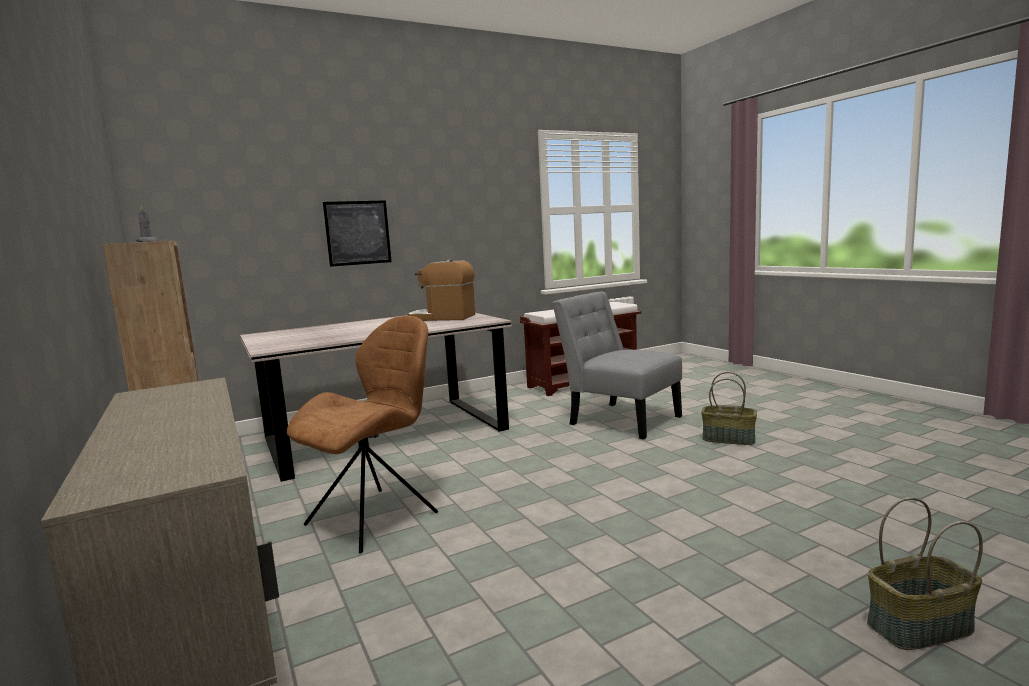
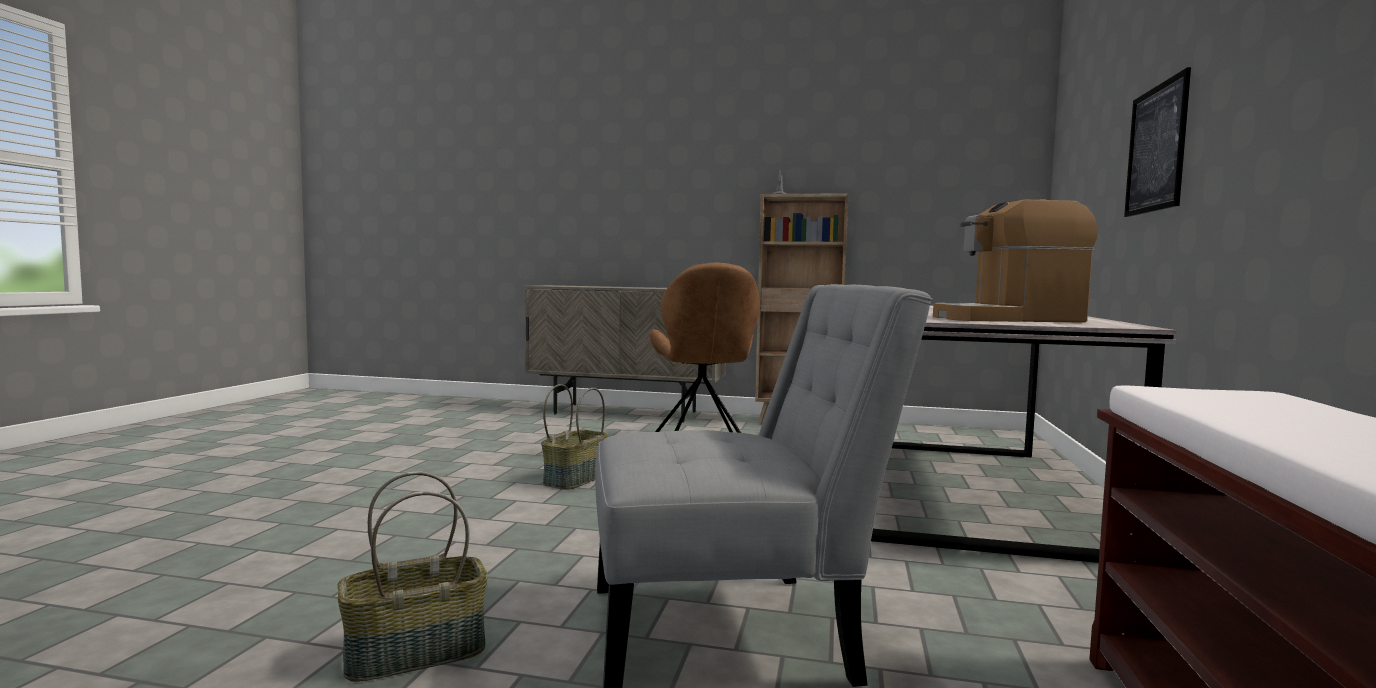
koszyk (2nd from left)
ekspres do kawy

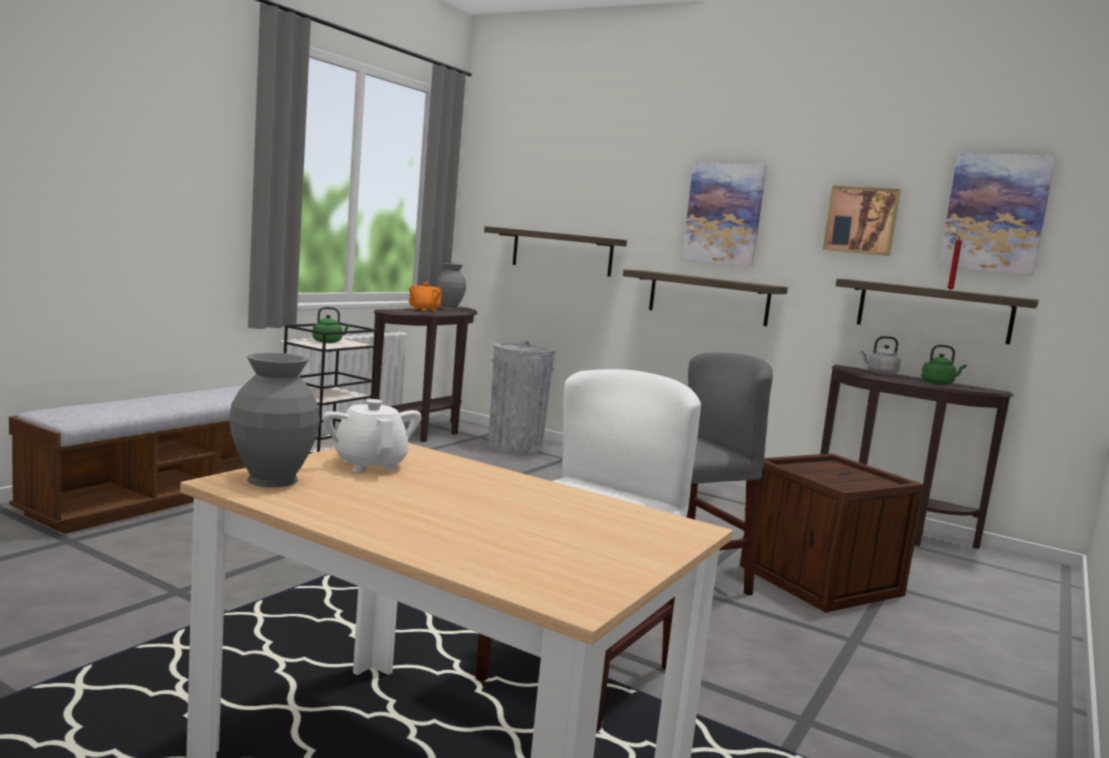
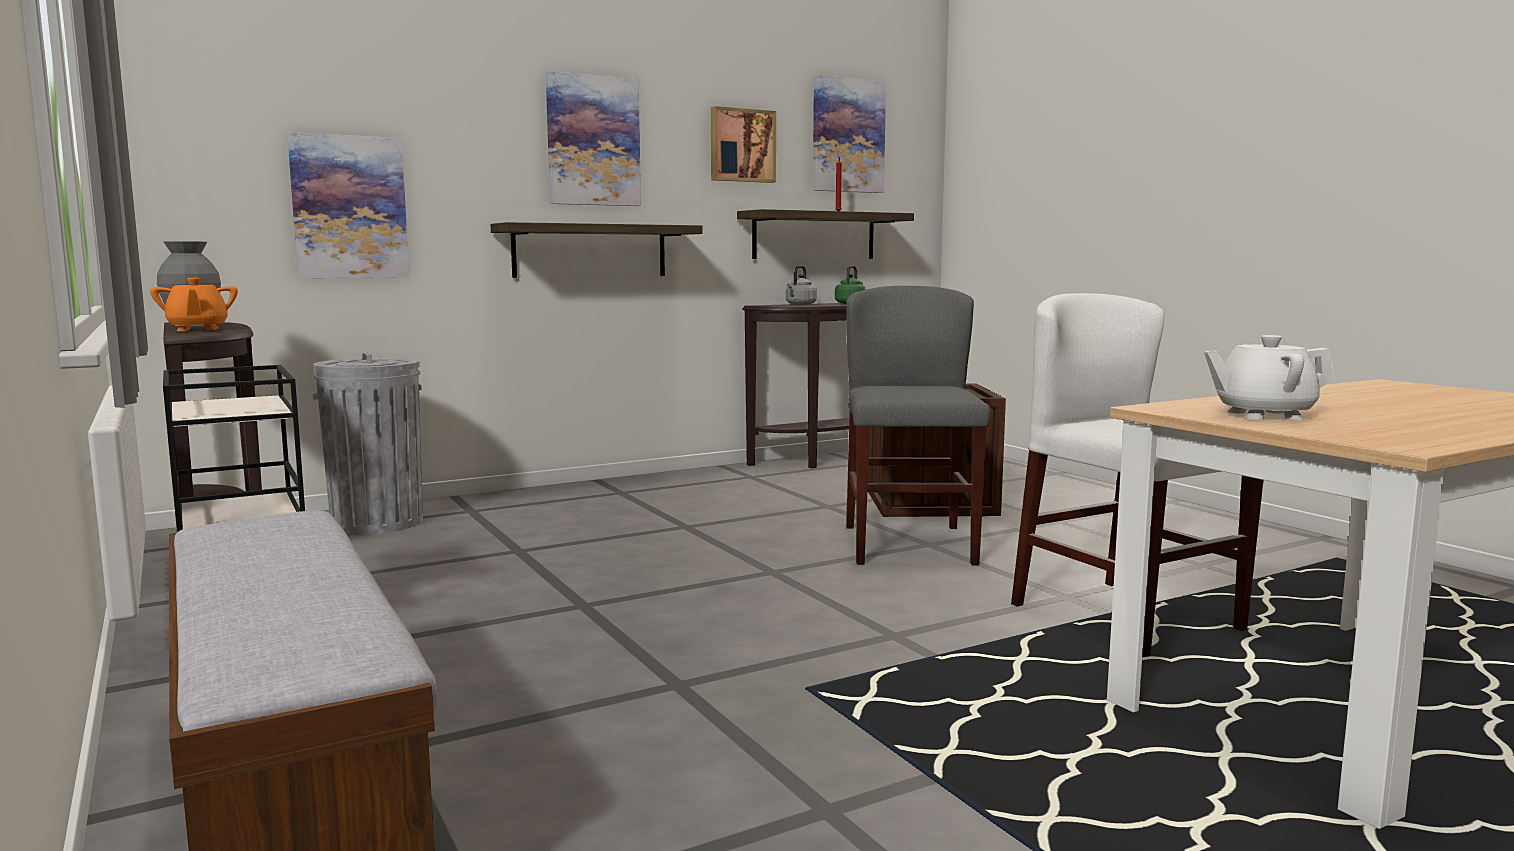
obraz (1st from left)
wazon (szary) (1st from left in the first image)
czajnik (zielony) (1st from left in the first image)

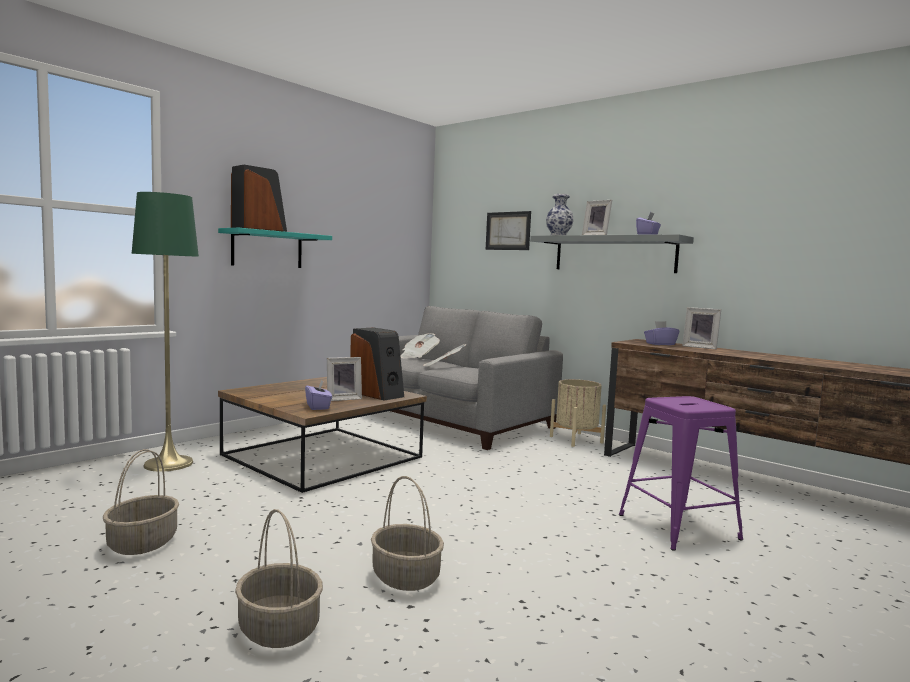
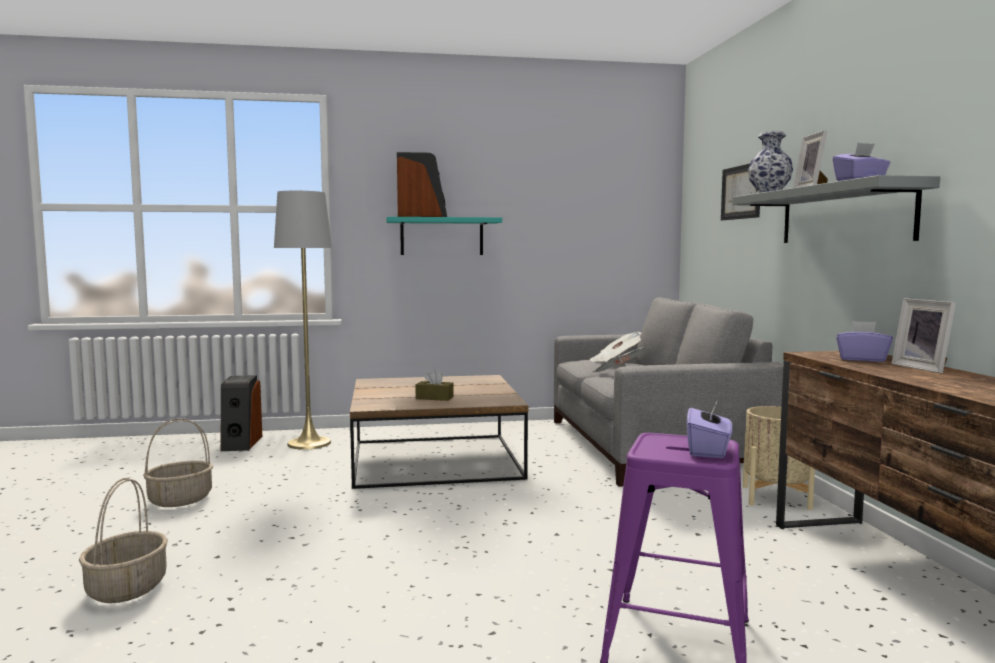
głośnik (1st from left)
lampa stojąca (szary)
pudełko chusteczek (brązowy)
pudełko chusteczek (fioletowy) (1st from left)
koszyk (3rd from left in the first image)

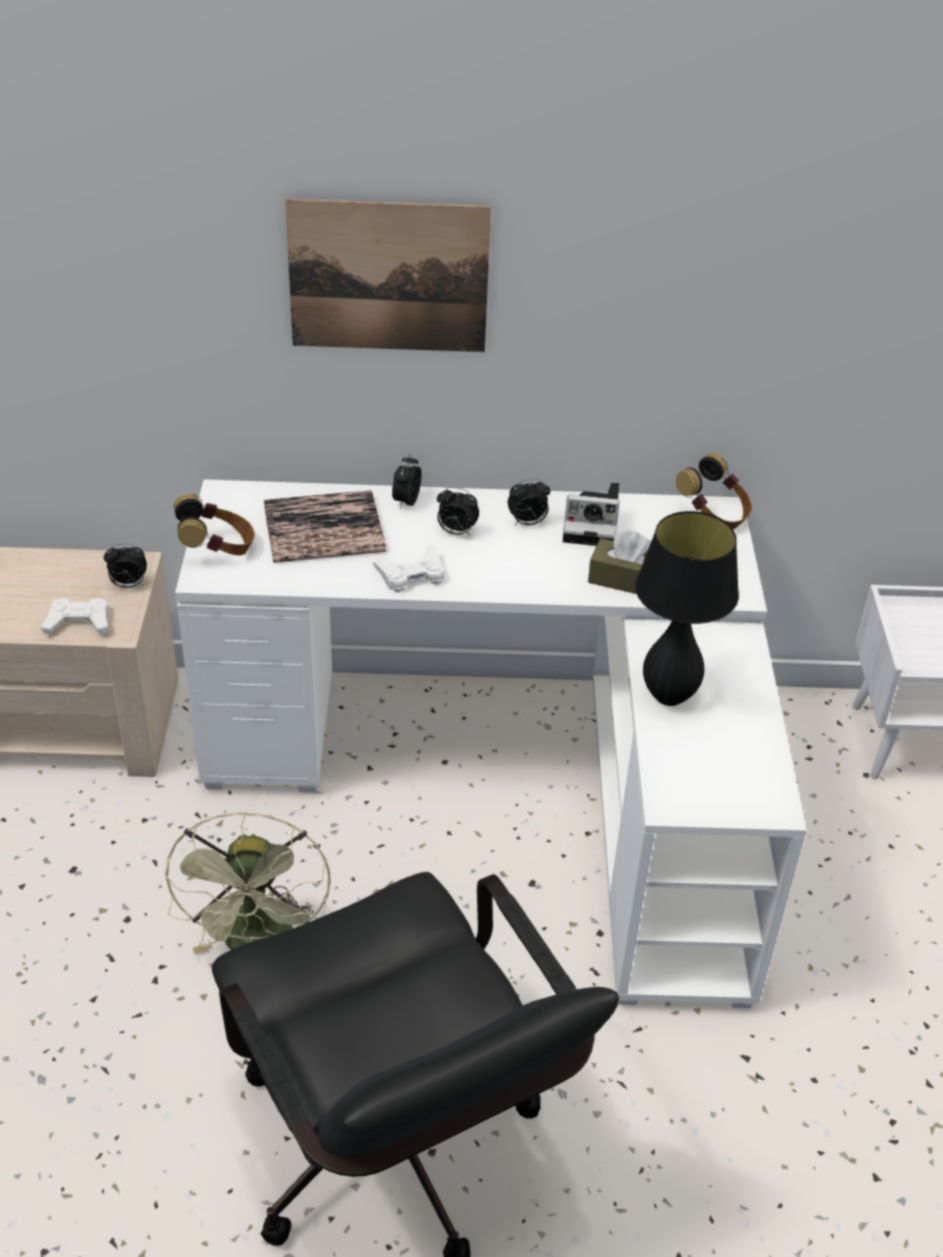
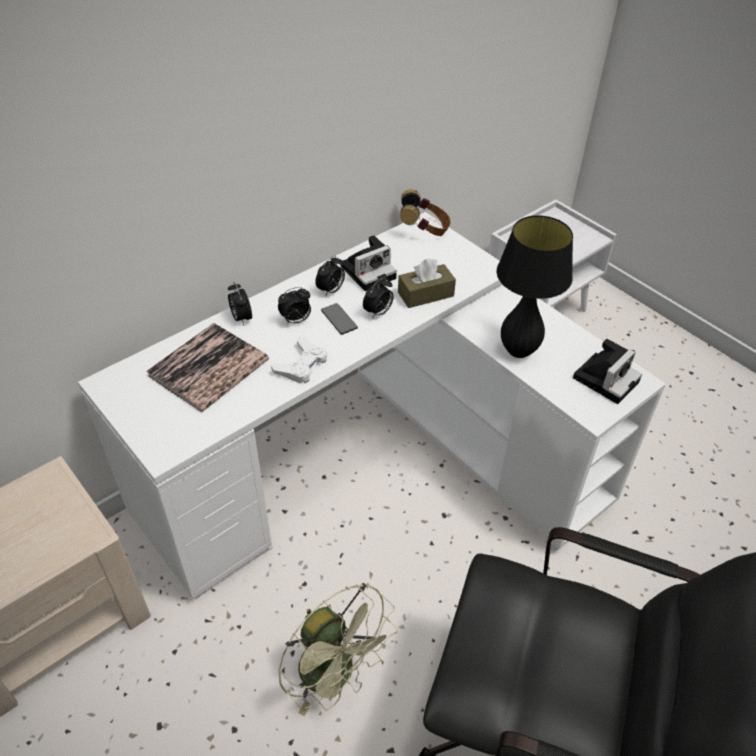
telefon
budzik (4th from left)
aparat fotograficzny (2nd from left)
pad do gier (biały) (1st from left in the first image)
słuchawki (1st from left in the first image)
obraz

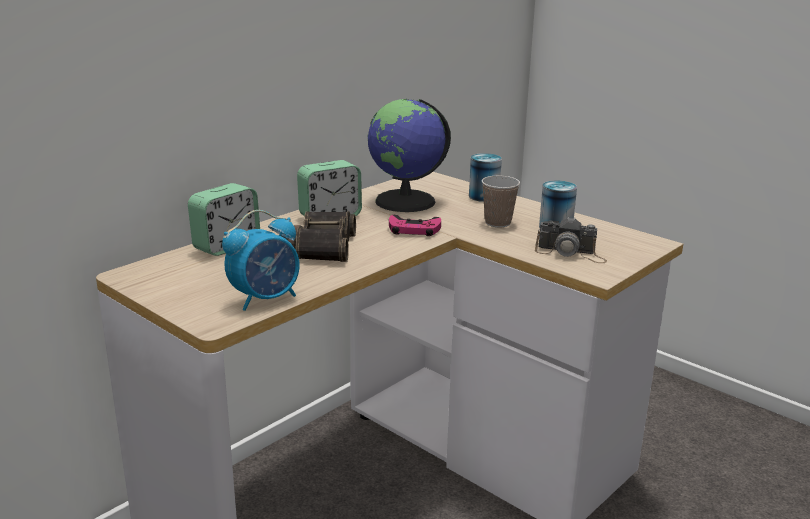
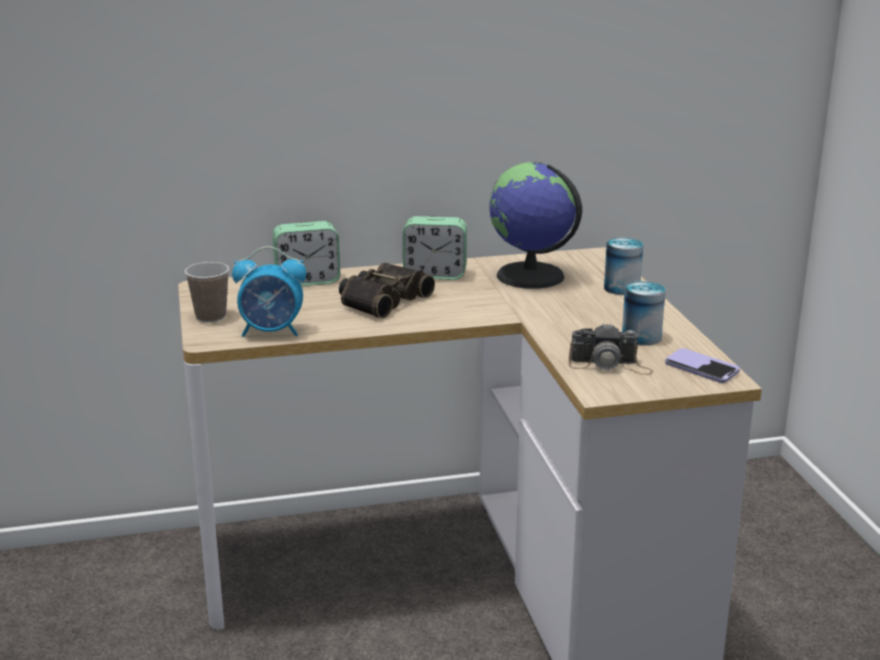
filiżanka
aparat fotograficzny
telefon
pad do gier (różowy)

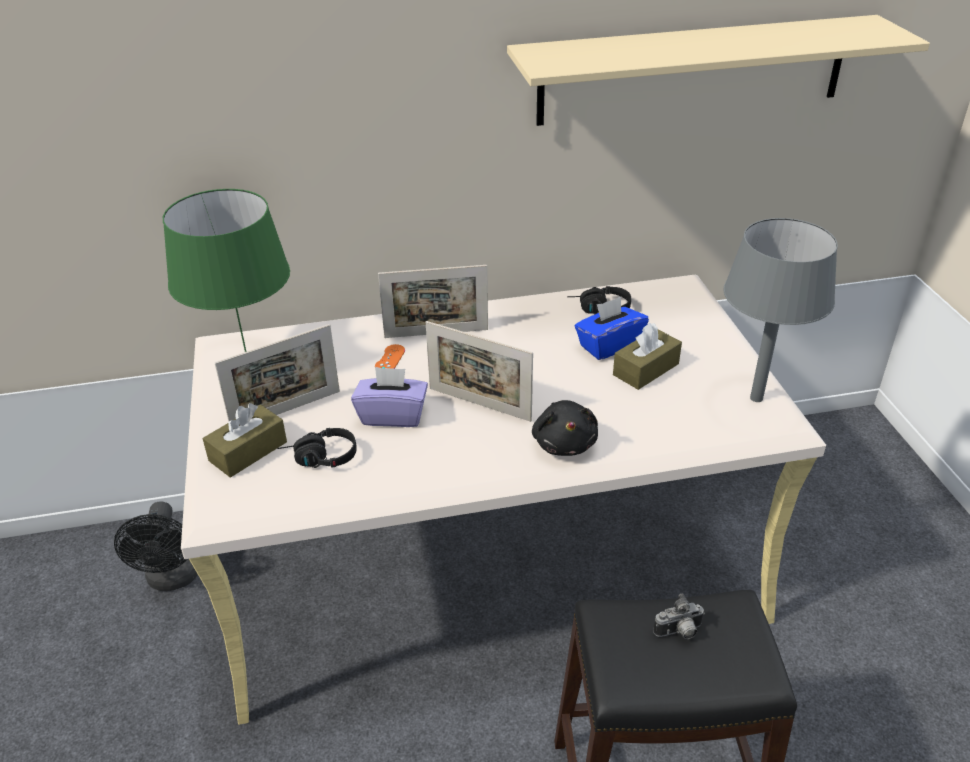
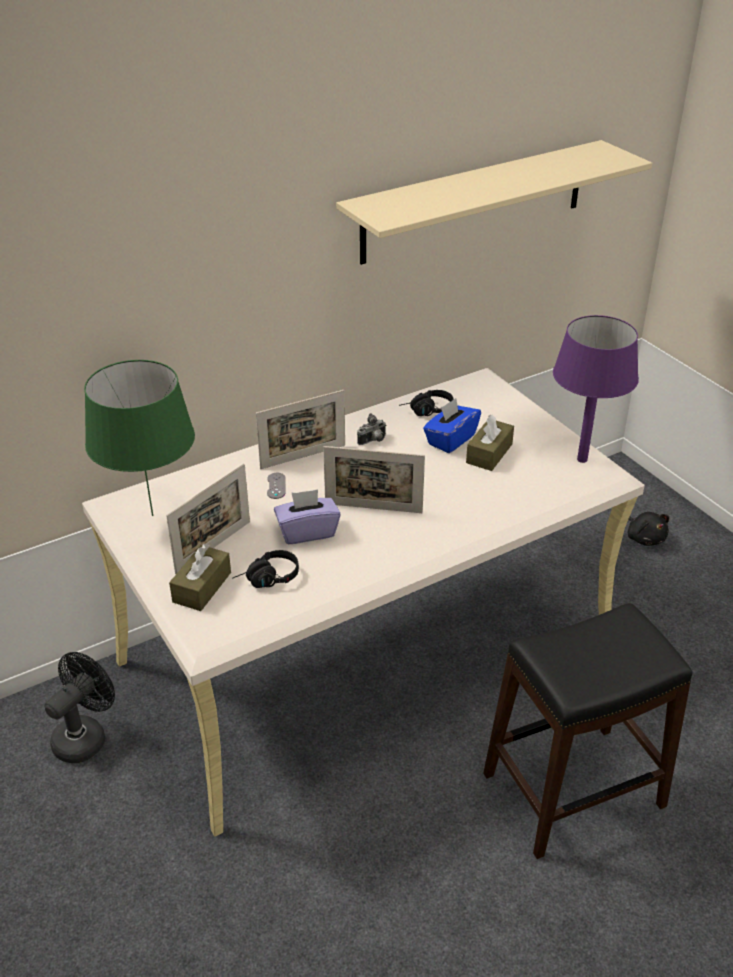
wentylator (czarny)
pad do gier (szary)
aparat fotograficzny
lampa stołowa (fioletowy)
pluszak (czarny)

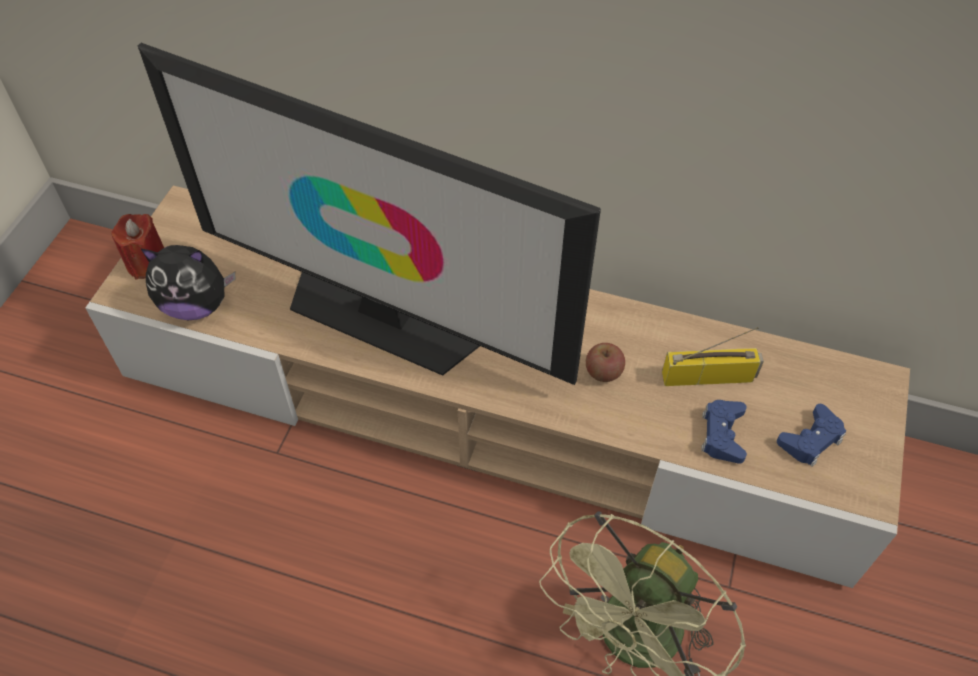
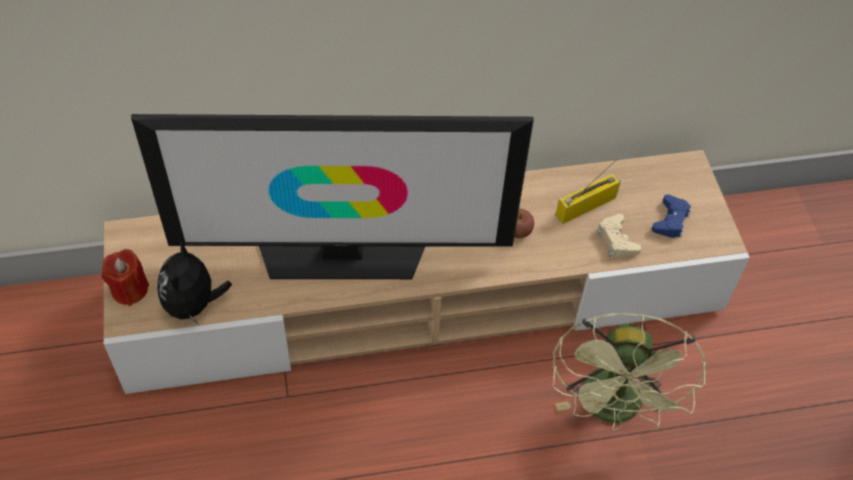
pluszak
pad do gier (beżowy)

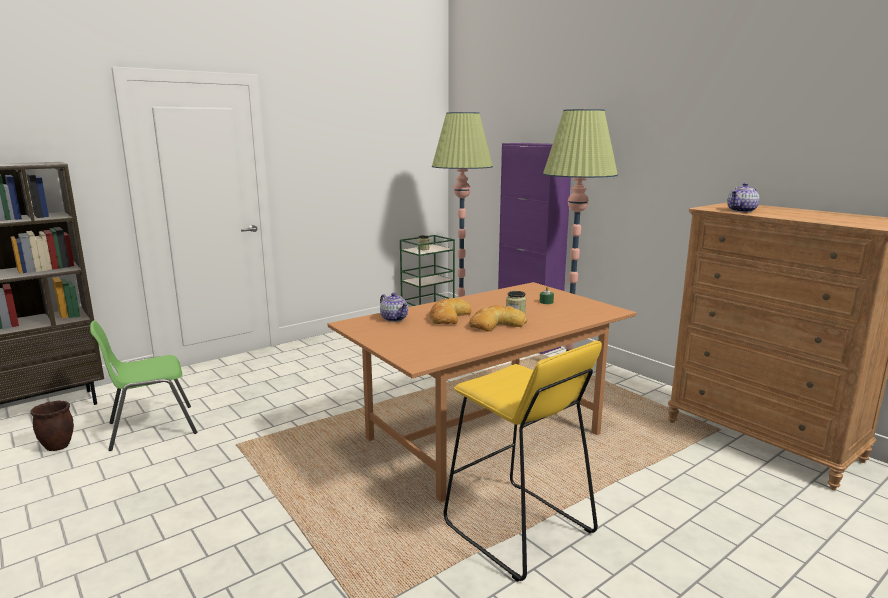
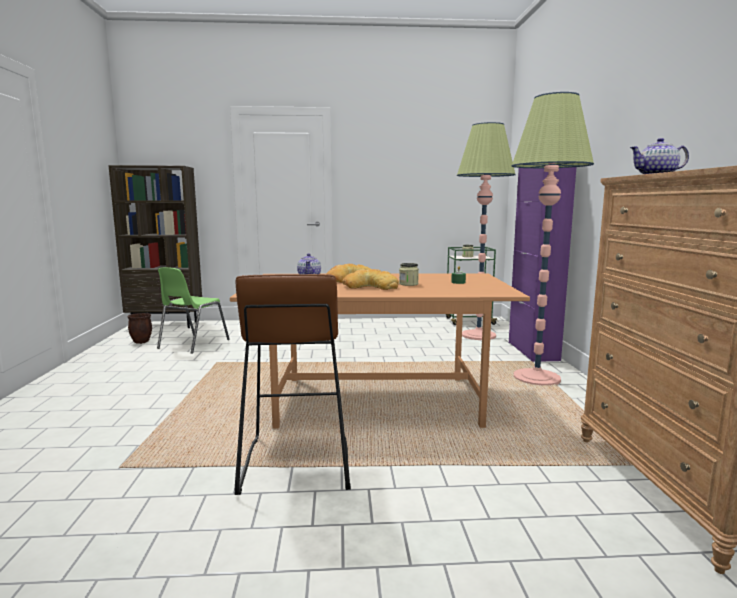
krzesło (zielony)
stołek (brązowy)

